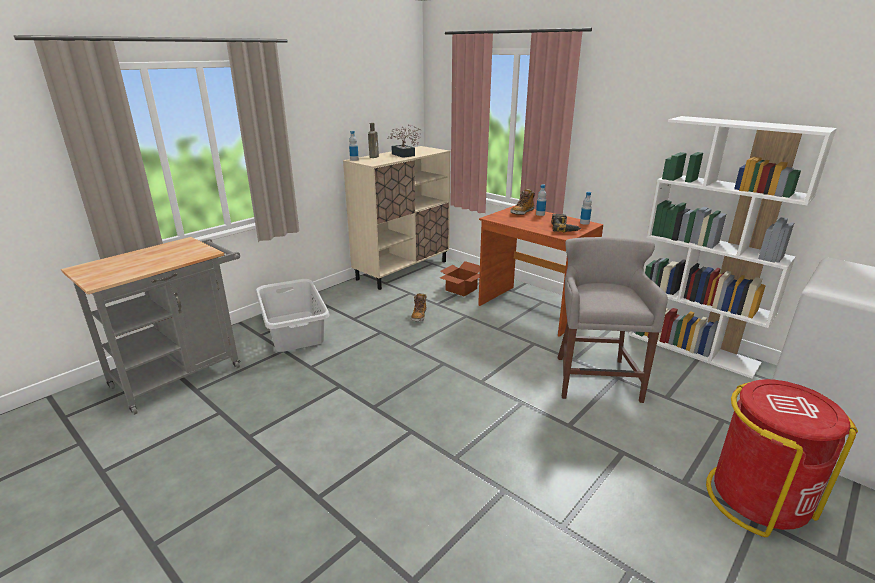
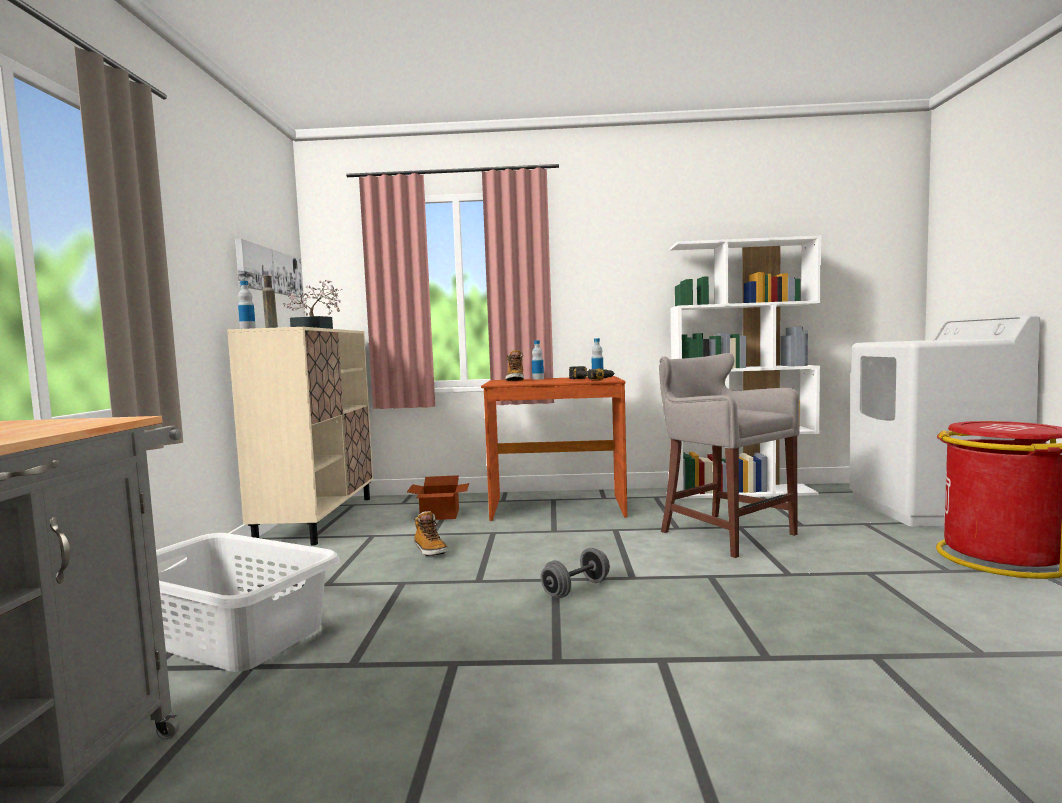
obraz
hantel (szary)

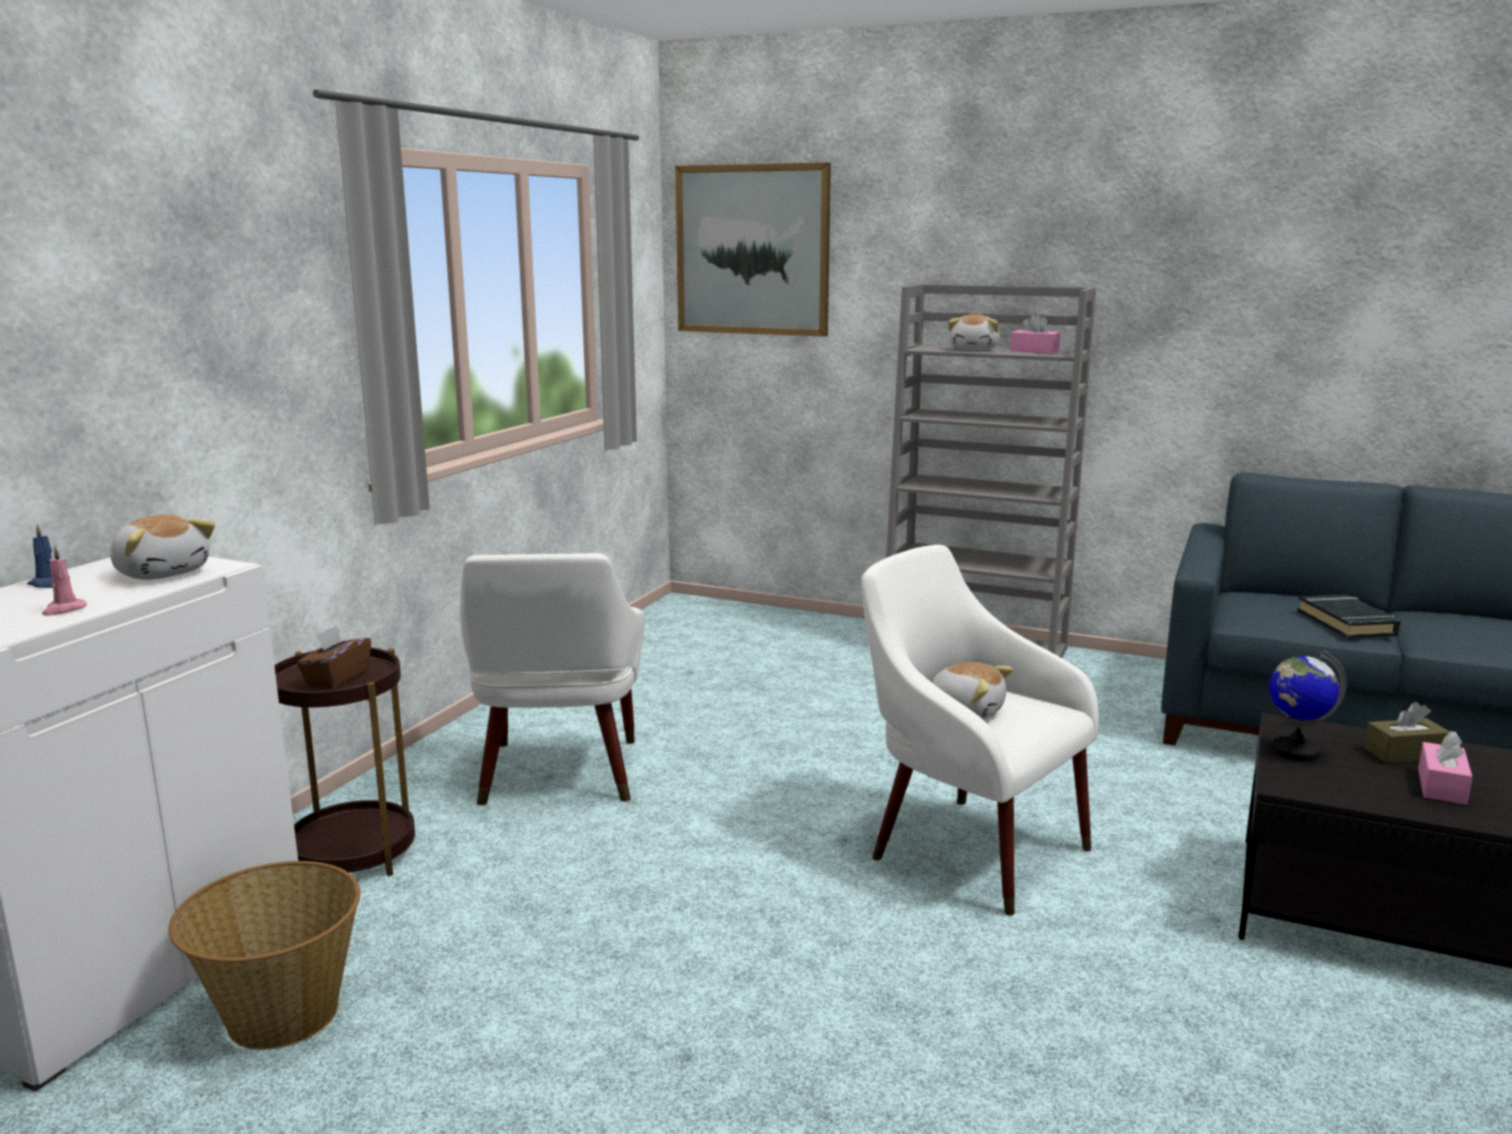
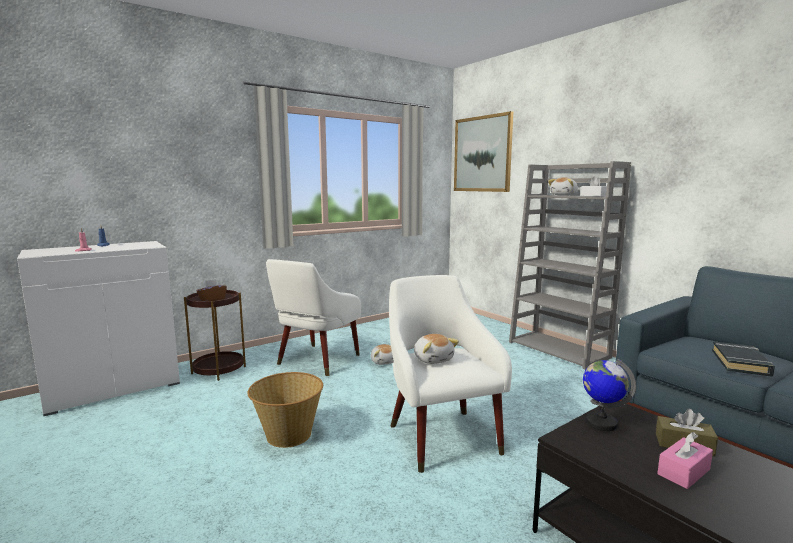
koszyk
pluszak (1st from left)
pudełko chusteczek (biały)

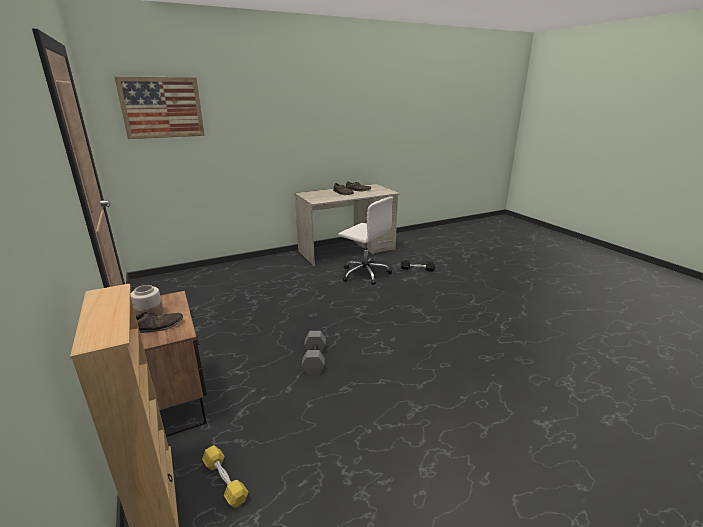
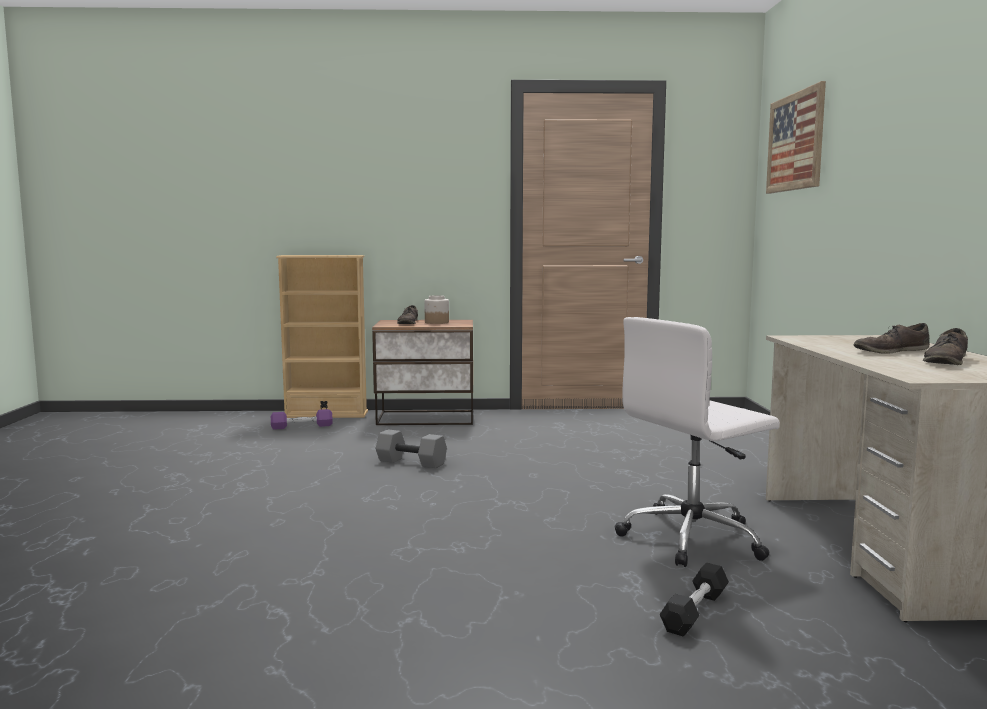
hantel (fioletowy)

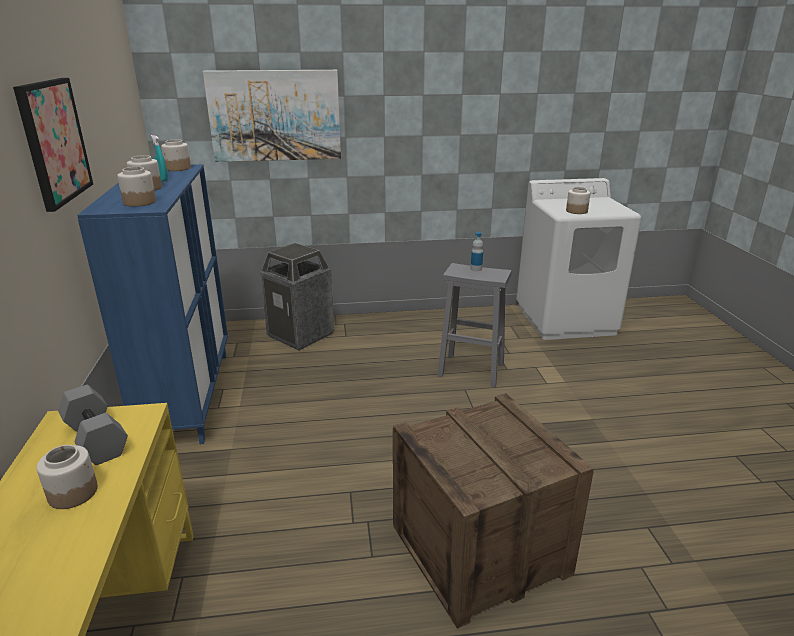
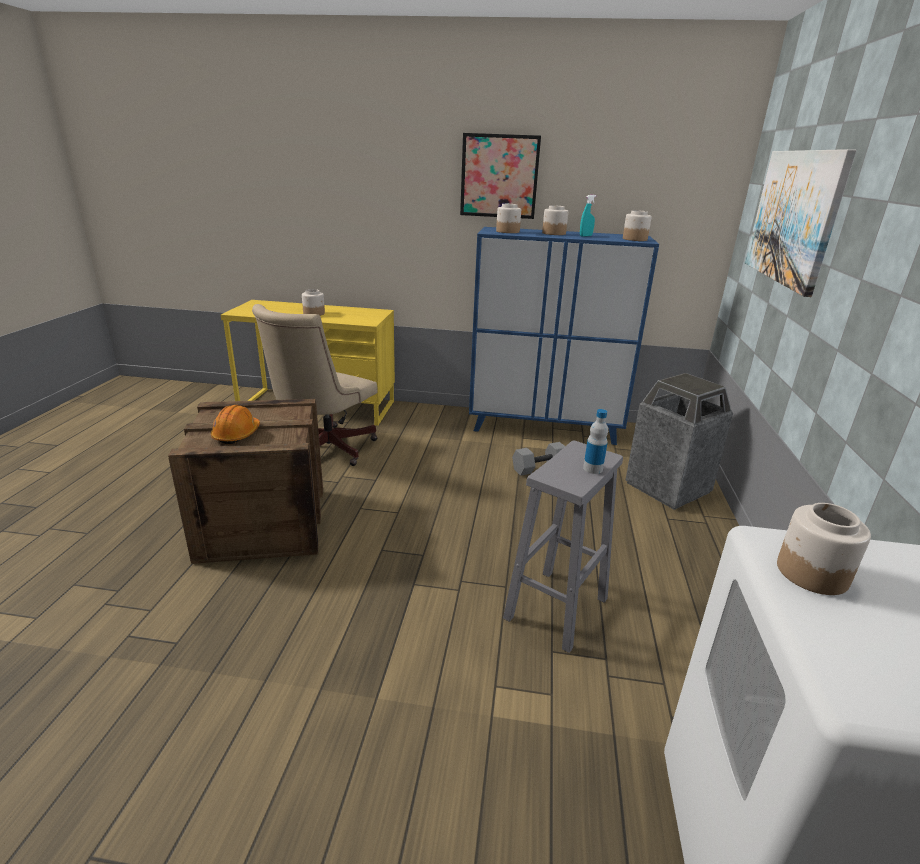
kask (pomarańczowy)
krzesło biurowe (beżowy)
hantel (szary)

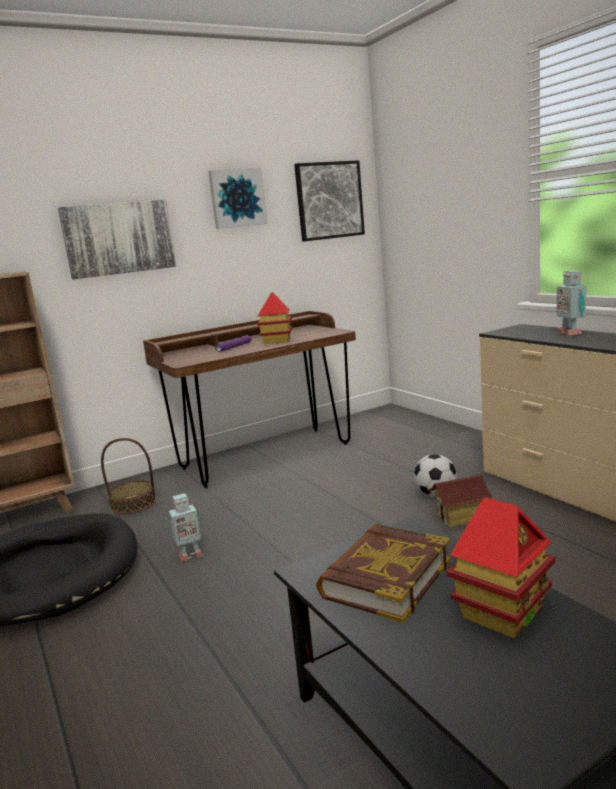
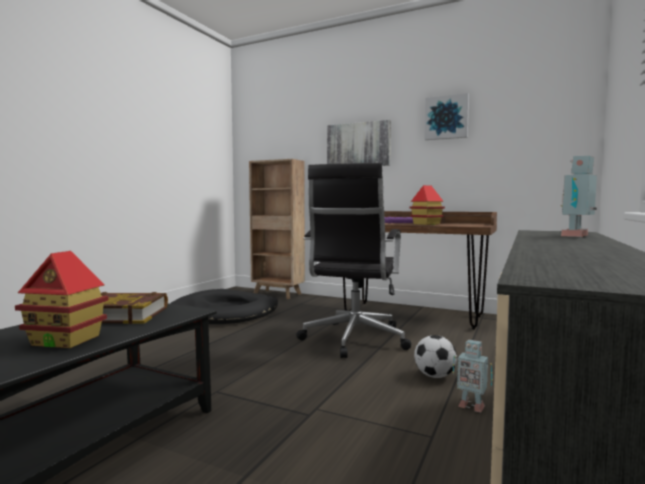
krzesło biurowe (czarny)
robot zabawkowy (1st from left)
koszyk
obraz (3rd from left in the first image)
domek (2nd from left in the first image)

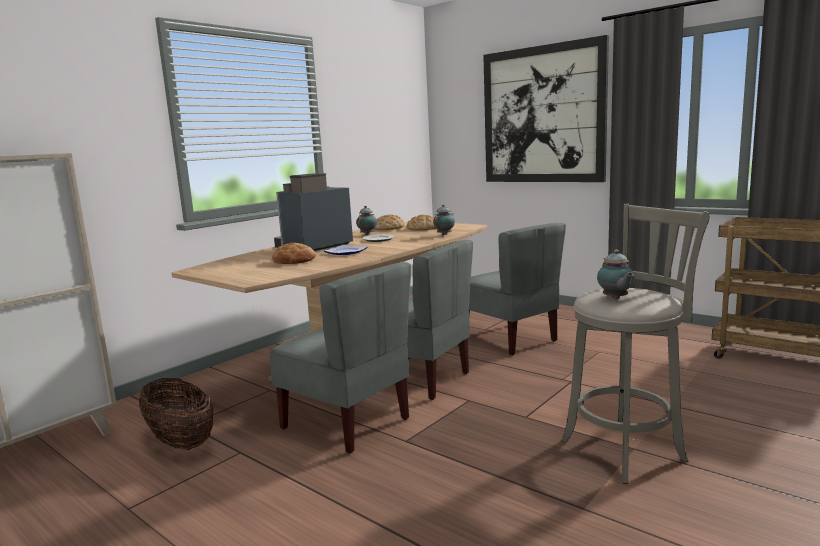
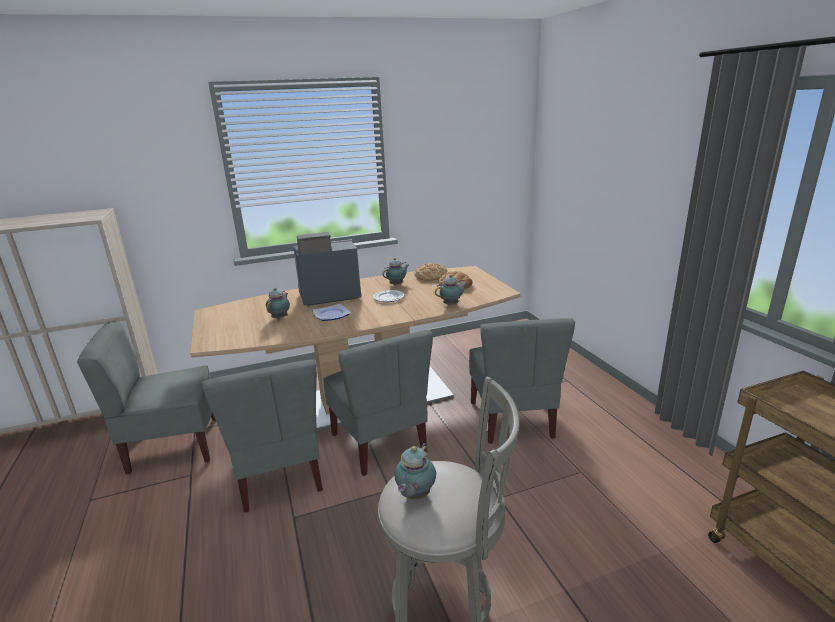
krzesło (szary) (1st from left)
imbryk (1st from left)
obraz

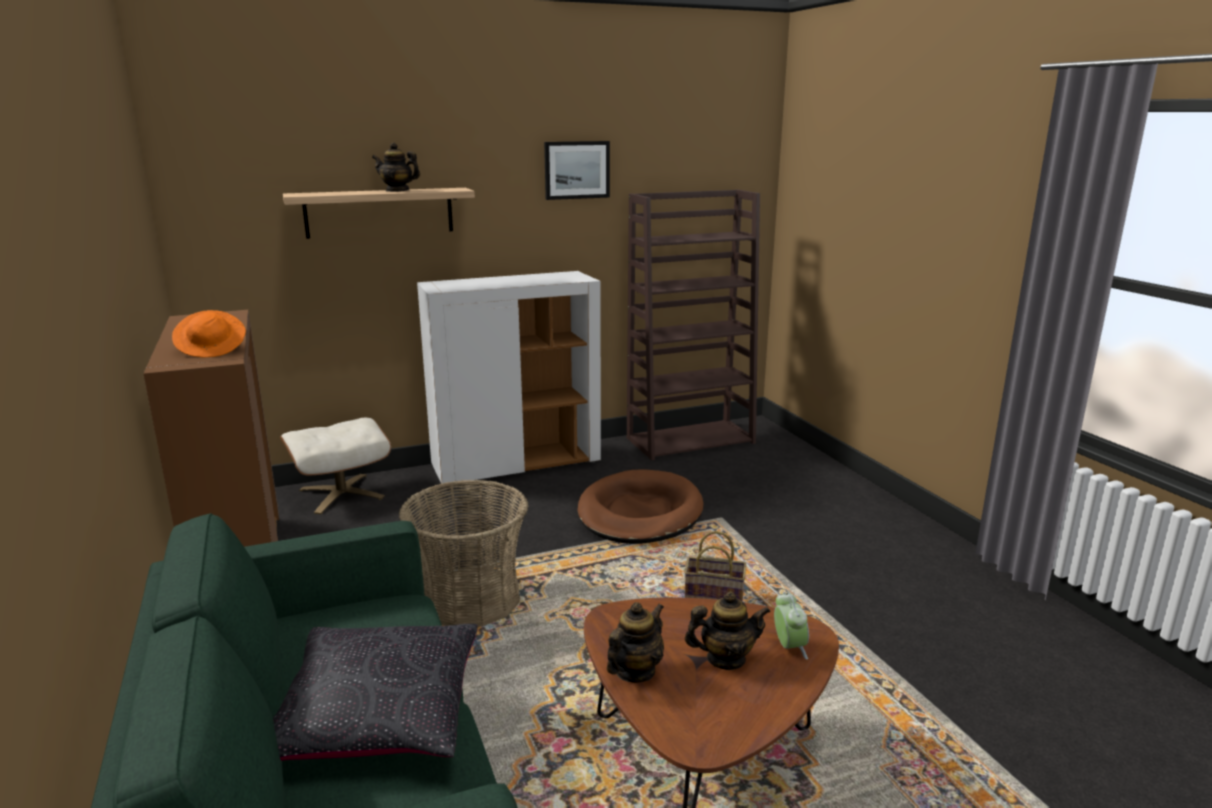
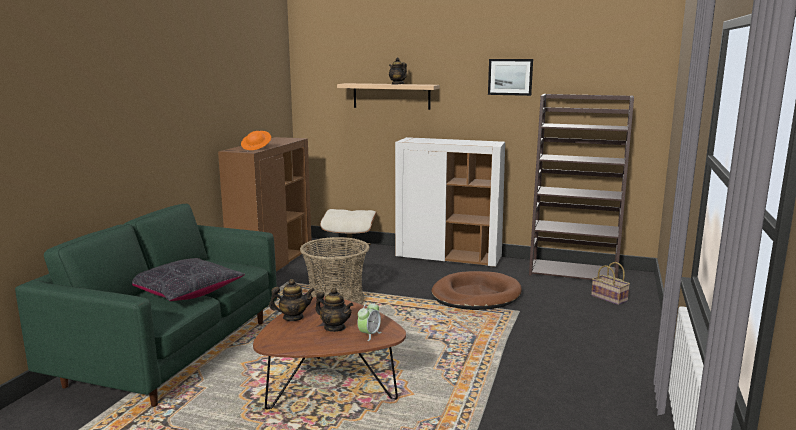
koszyk (2nd from left)

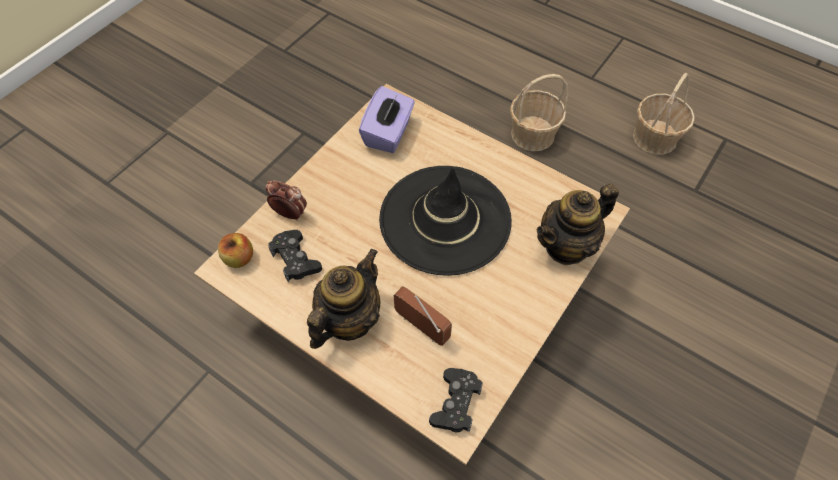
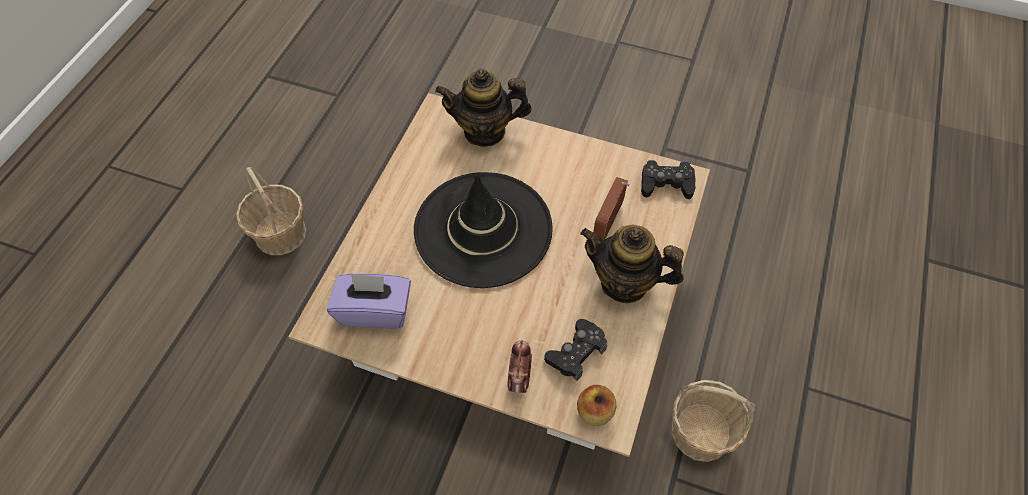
imbryk (1st from left)
koszyk (2nd from left)

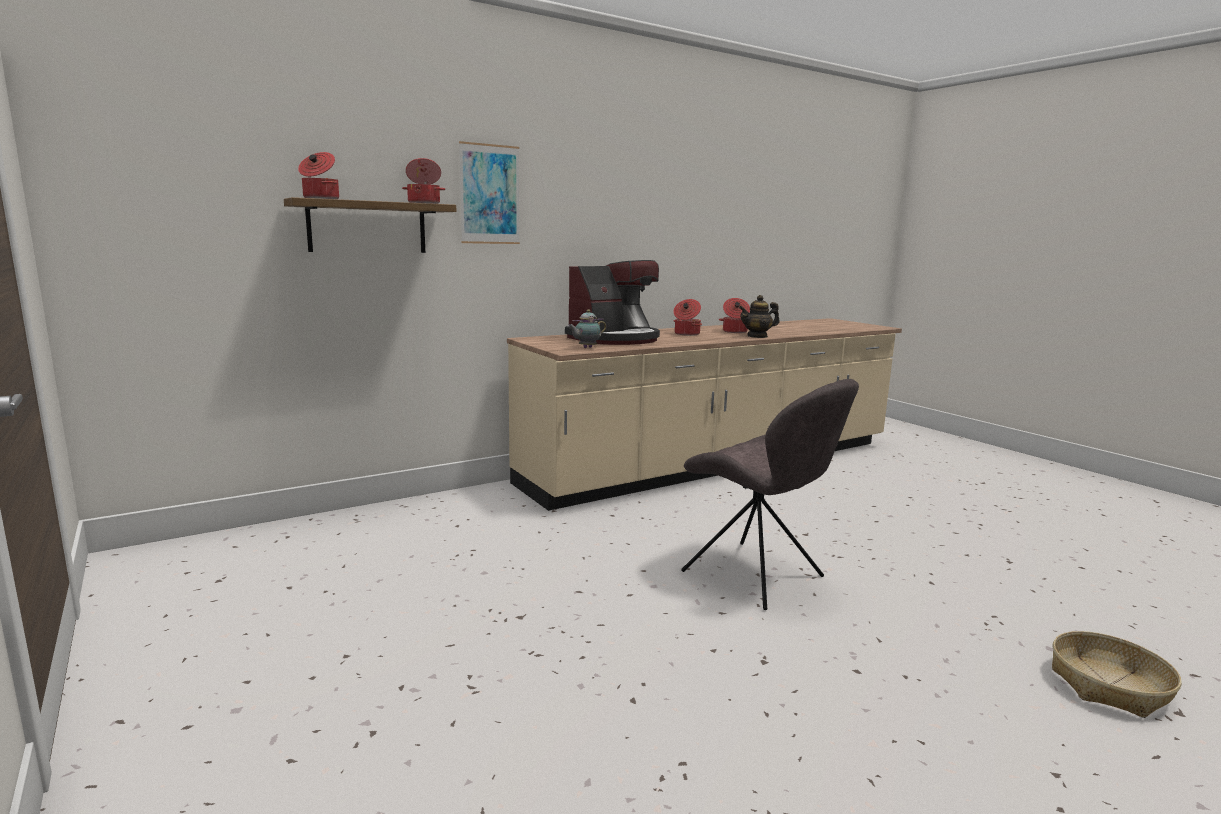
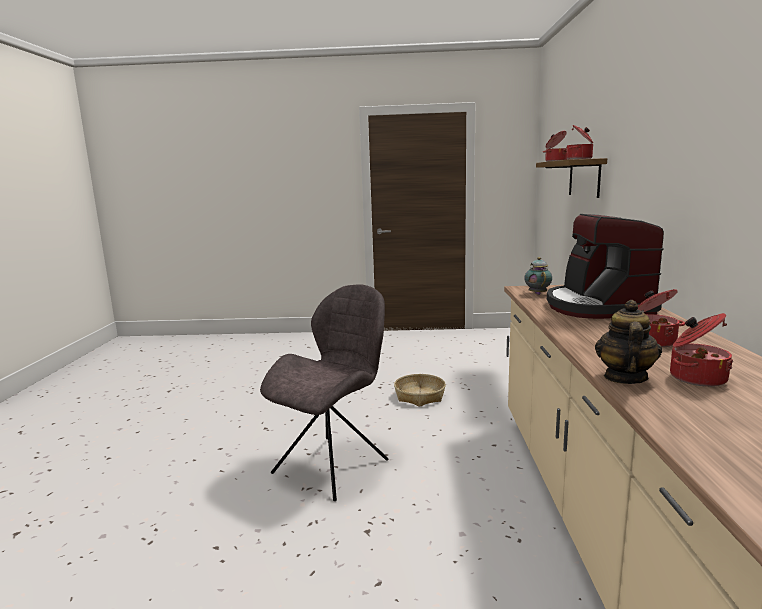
krzesło (szary)
koszyk
obraz

